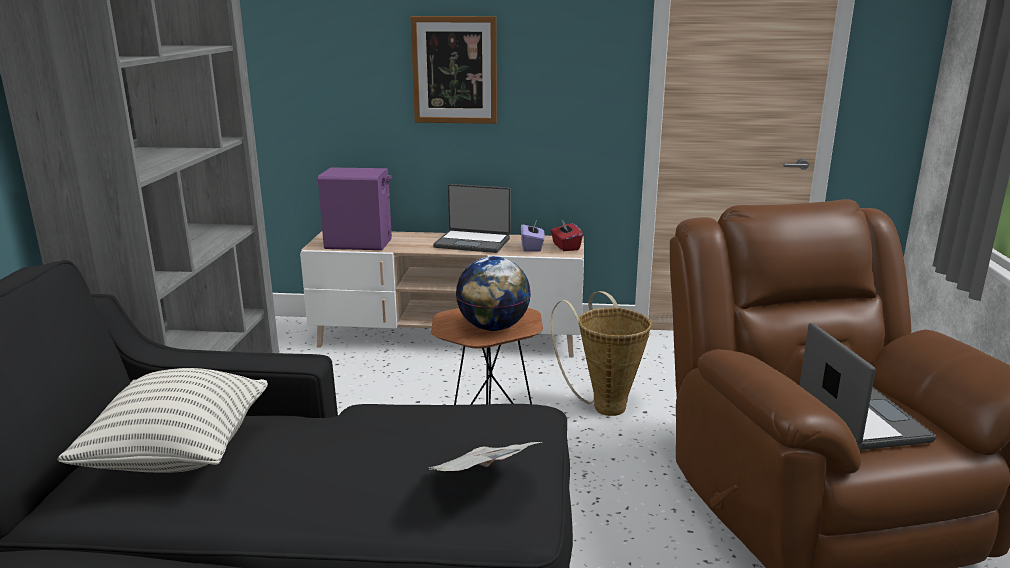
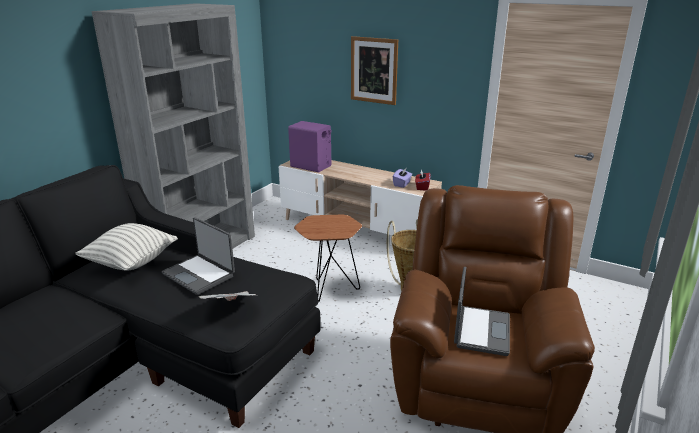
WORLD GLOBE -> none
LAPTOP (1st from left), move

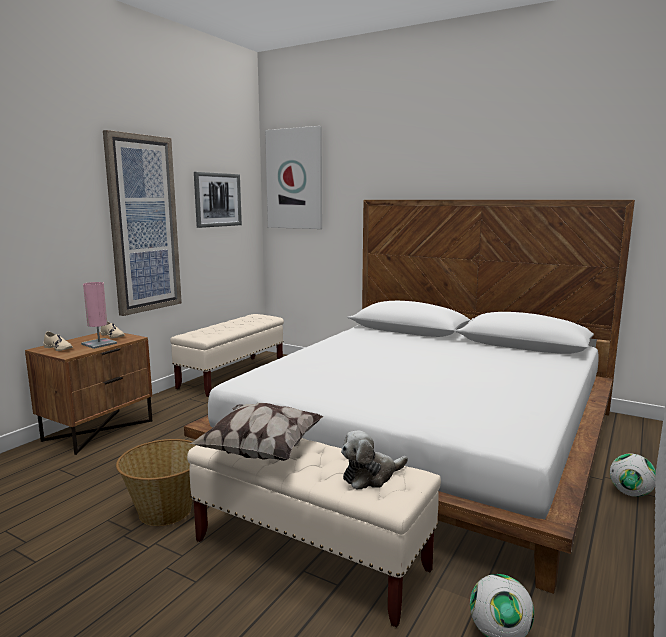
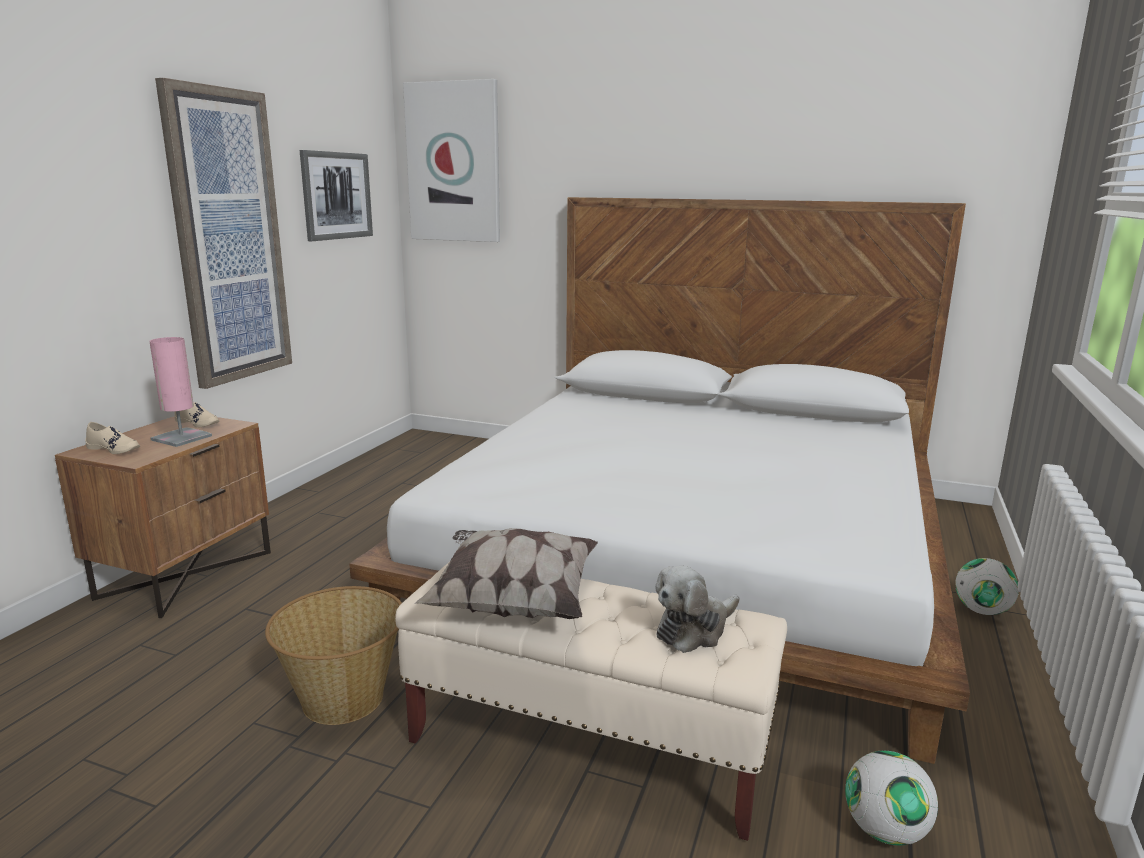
BEIGE-COLOURED INDOOR BENCH (1st from left) -> none

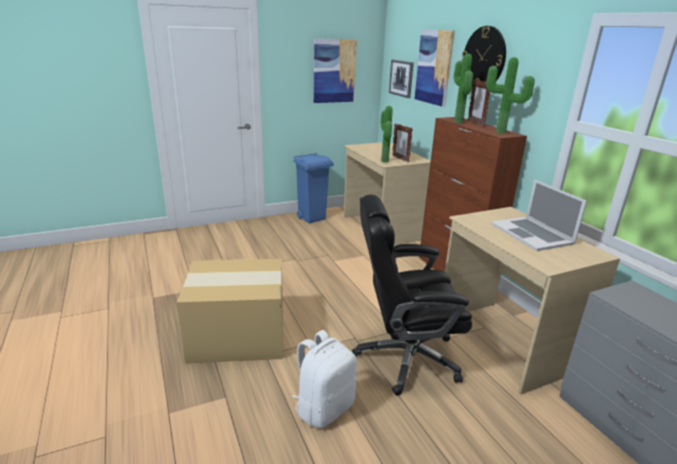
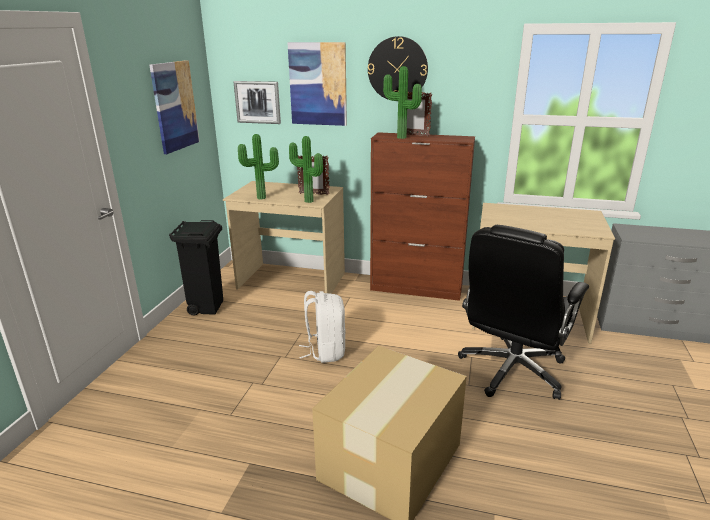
LAPTOP -> none
WHITE BACKPACK, move
POTTED PLANT (3rd from left in the first image) -> POTTED PLANT (1st from left), move
BLUE-COLOURED TRASH CAN -> BLACK-COLOURED TRASH CAN

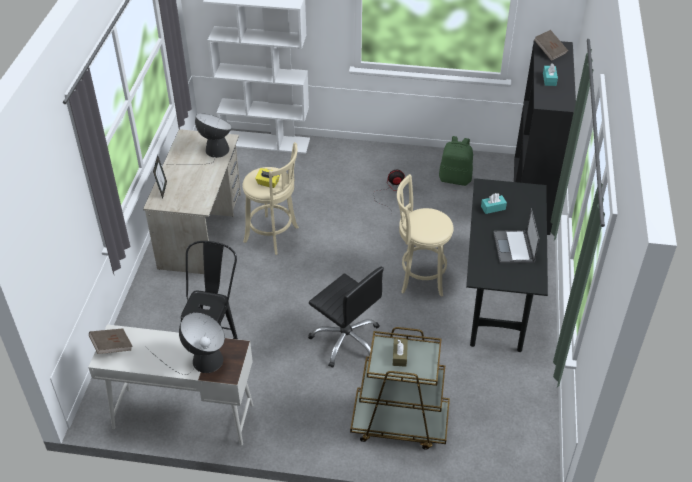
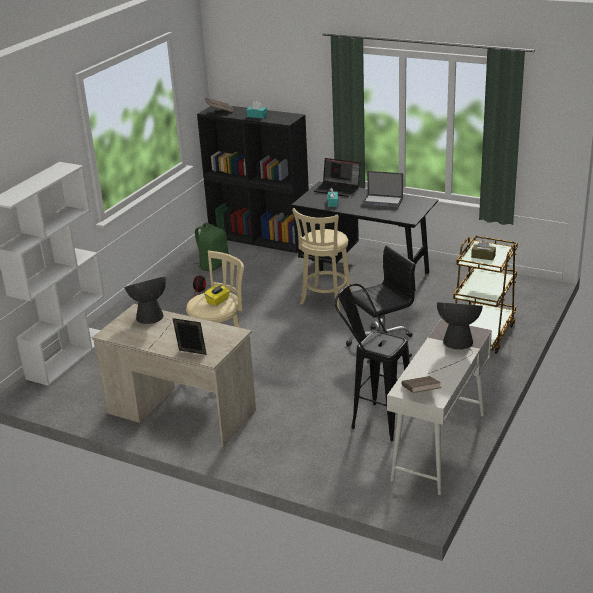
none -> LAPTOP (1st from left)

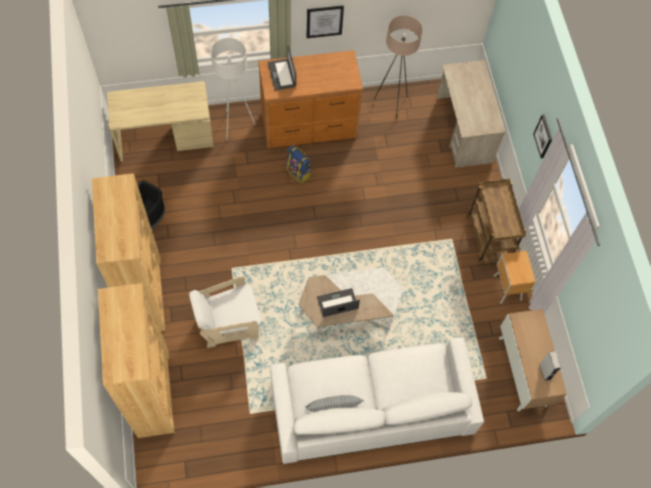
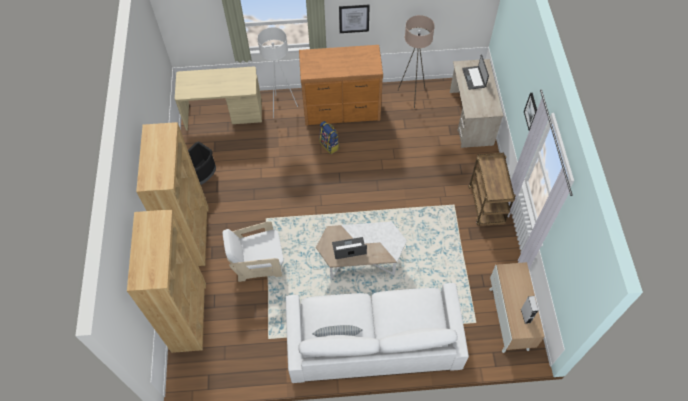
BROWN-COLOURED NIGHT TABLE -> none
LAPTOP (1st from left in the first image) -> LAPTOP (2nd from left), move

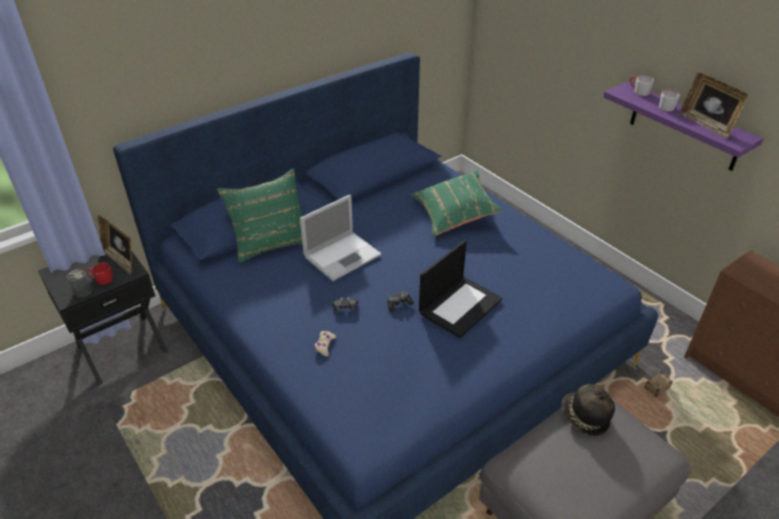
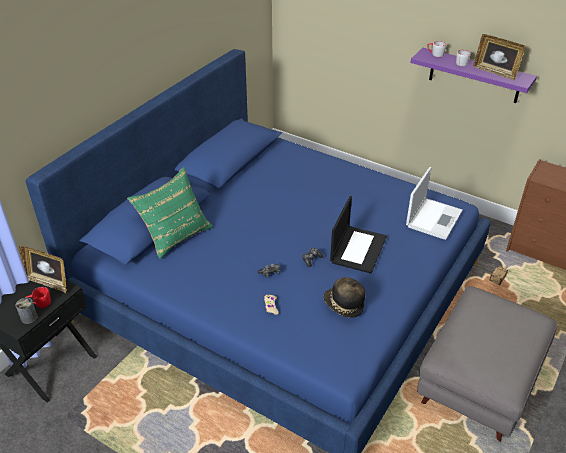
GREEN-COLOURED THROW PILLOW (2nd from left) -> none
LAPTOP (1st from left in the first image) -> LAPTOP (2nd from left), move
WEARABLE HAT, move

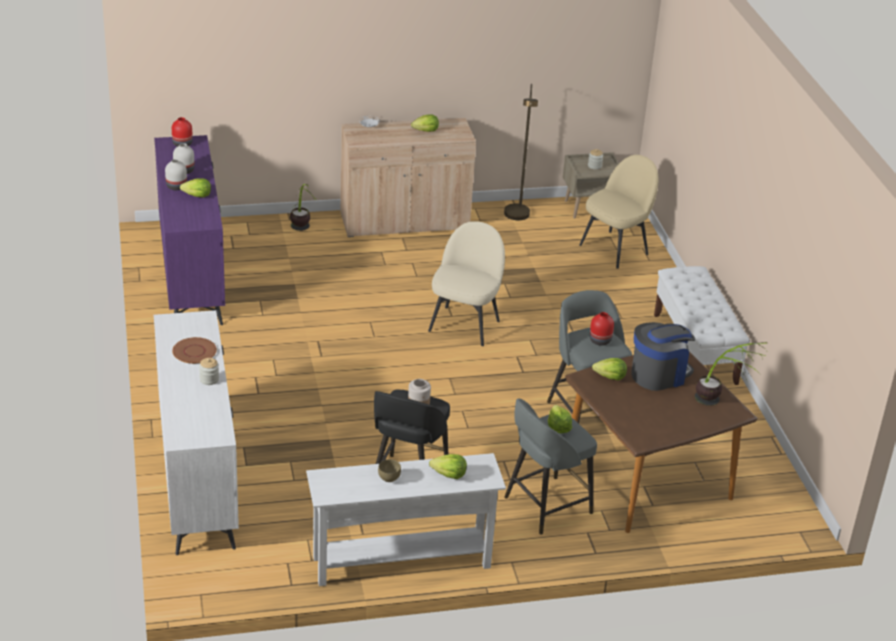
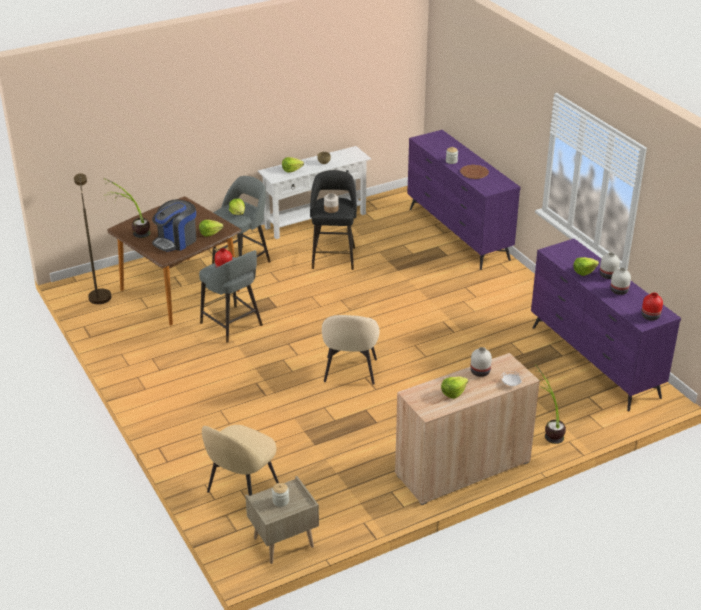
WHITE INDOOR BENCH -> none
none -> WHITE FLOWER VASE (1st from left)
BROWN-COLOURED STANDARD LAMP, move
WHITE DRAWER CHEST -> PURPLE-COLOURED DRAWER CHEST (1st from left)

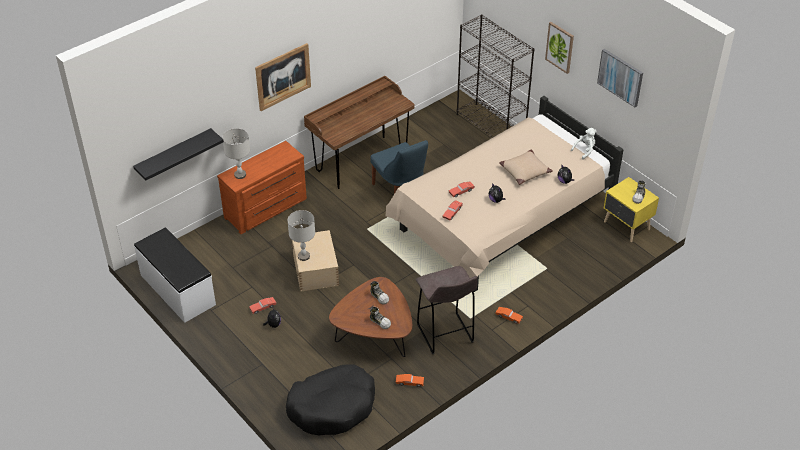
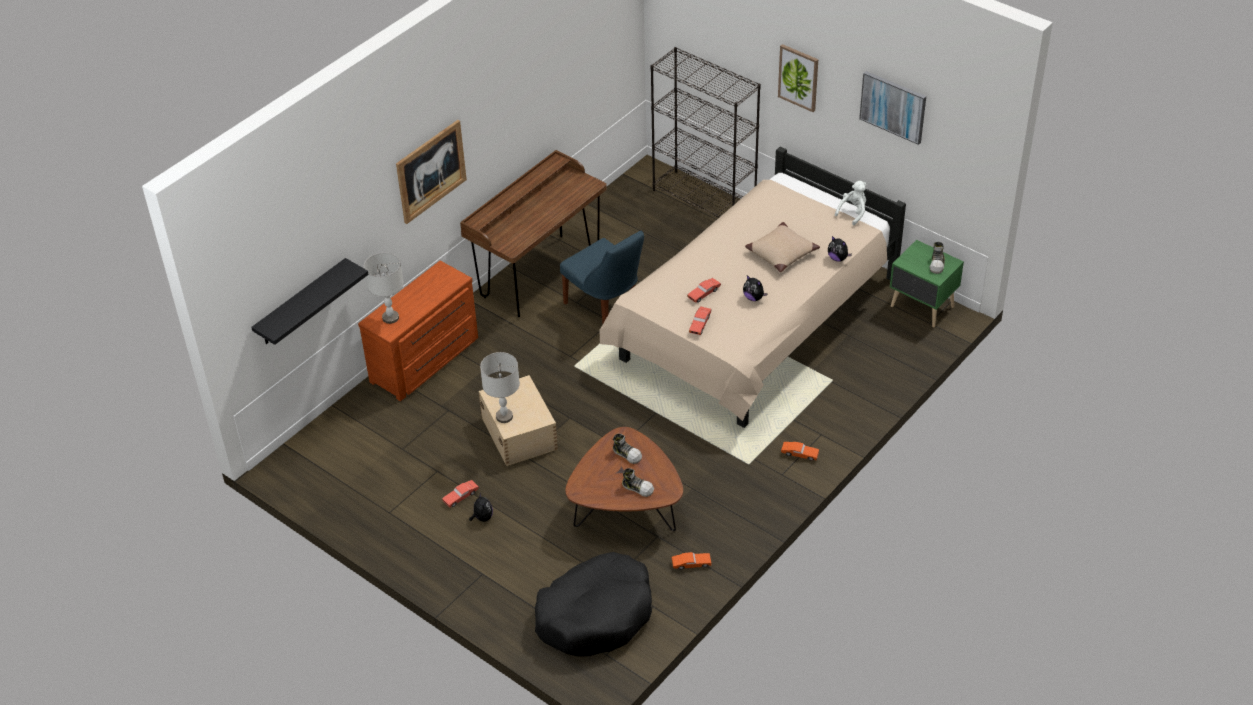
WHITE INDOOR BENCH -> none
GREY STOOL SEAT -> none
YELLOW NIGHT TABLE -> GREEN-COLOURED NIGHT TABLE

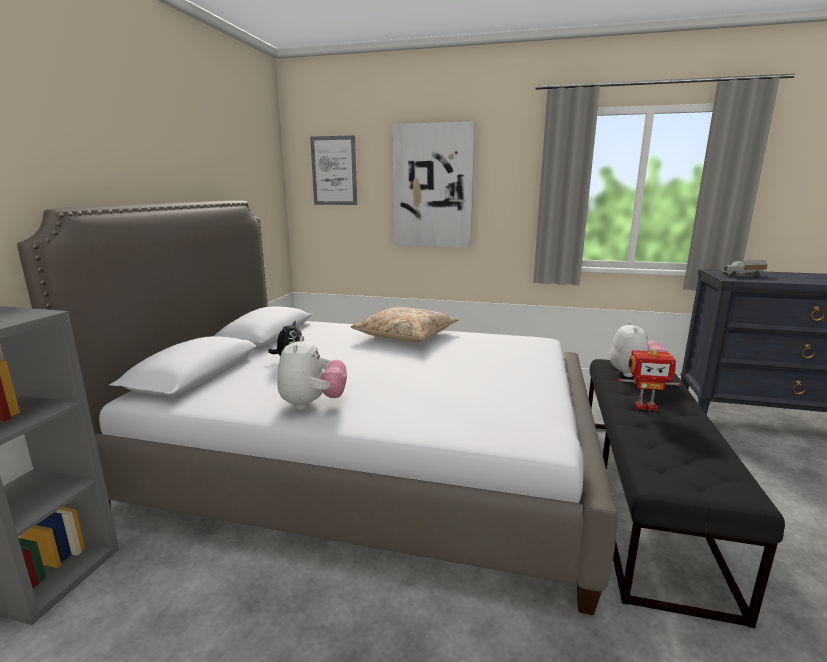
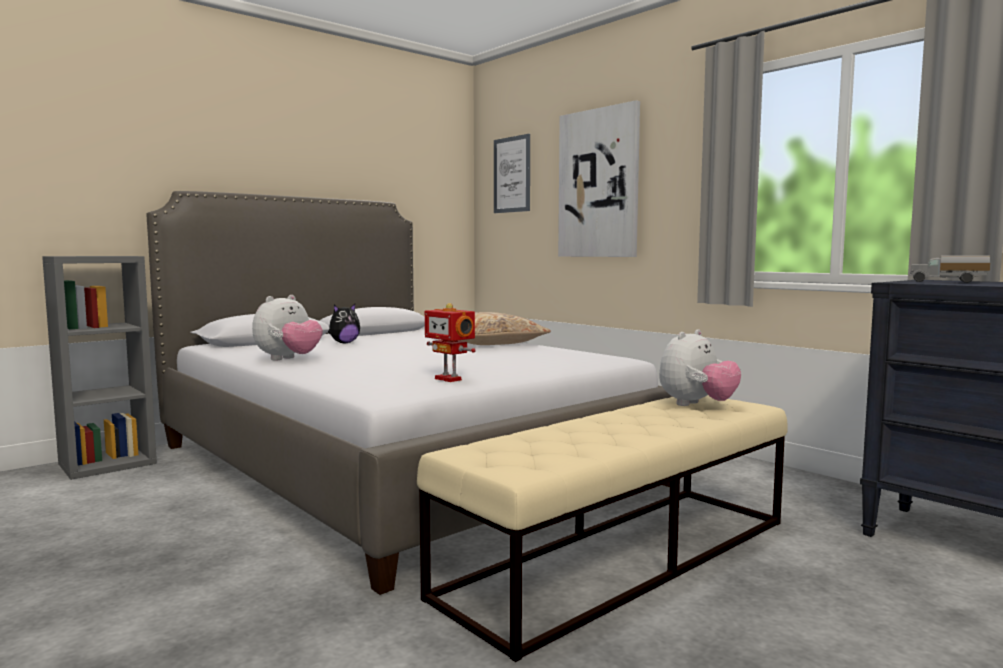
TOY ROBOT, move
BLACK-COLOURED INDOOR BENCH -> BEIGE-COLOURED INDOOR BENCH

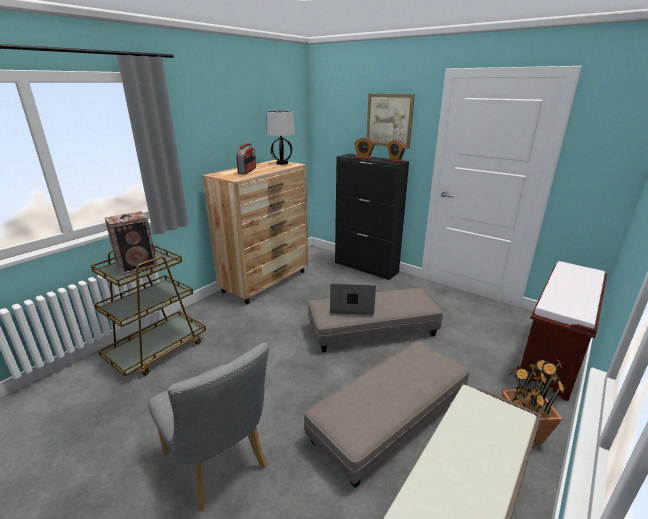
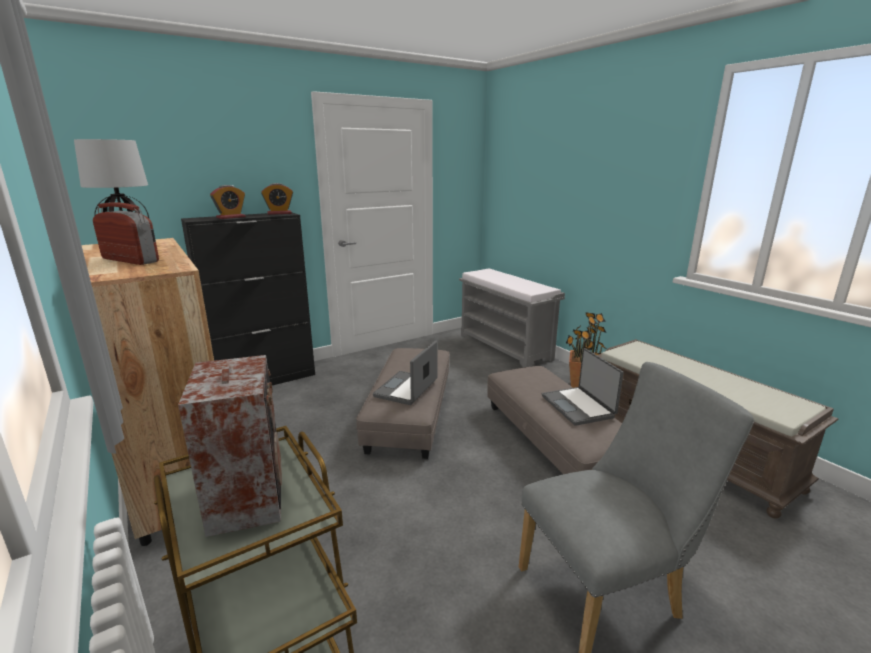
WALL ART -> none
none -> LAPTOP (2nd from left)
BROWN-COLOURED INDOOR BENCH (2nd from left) -> GREY INDOOR BENCH

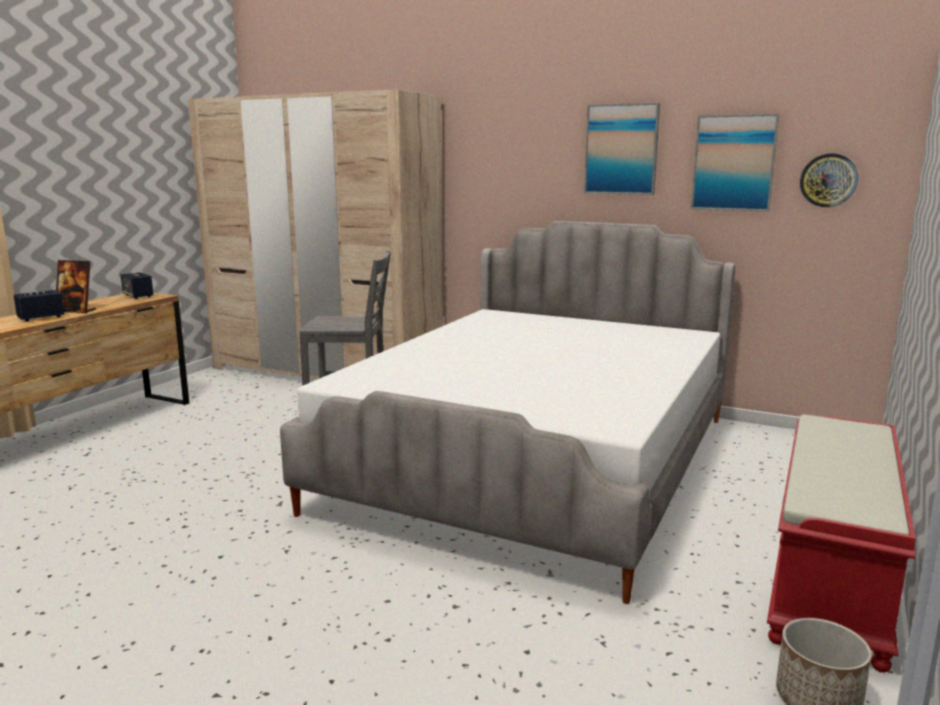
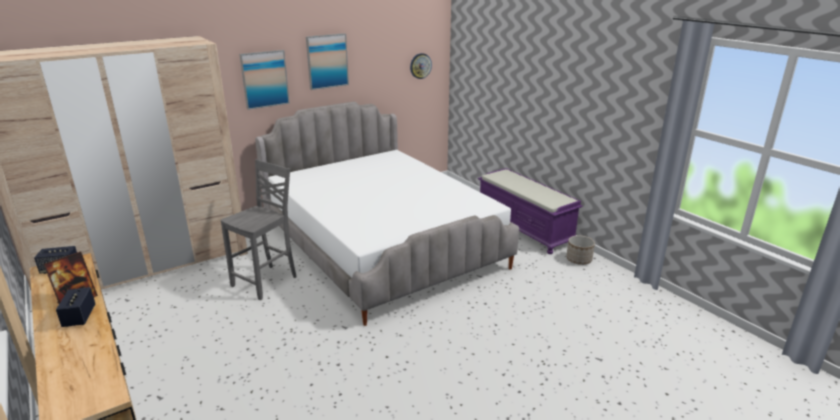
WALL ART (2nd from left in the first image) -> WALL ART (1st from left), move
REDDISH INDOOR BENCH -> PURPLE-COLOURED INDOOR BENCH

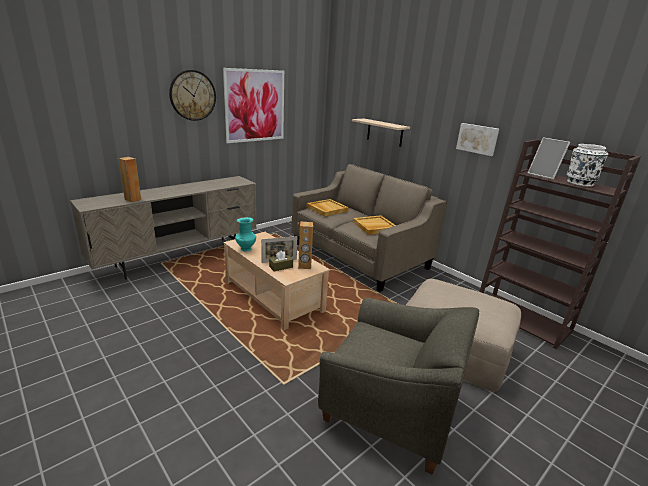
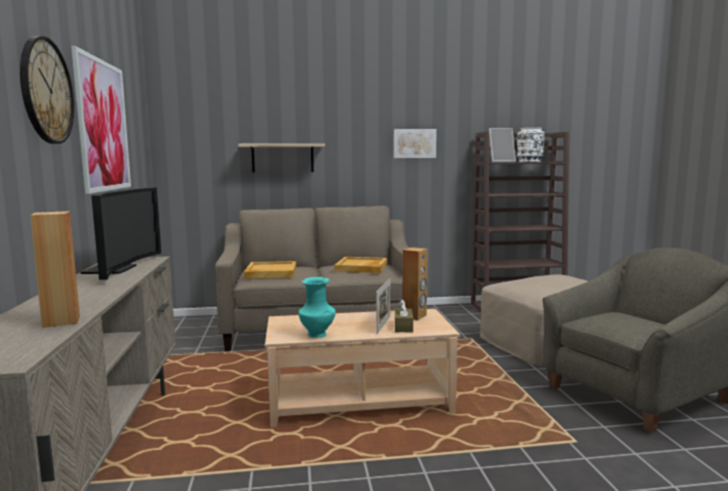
none -> TV SET

